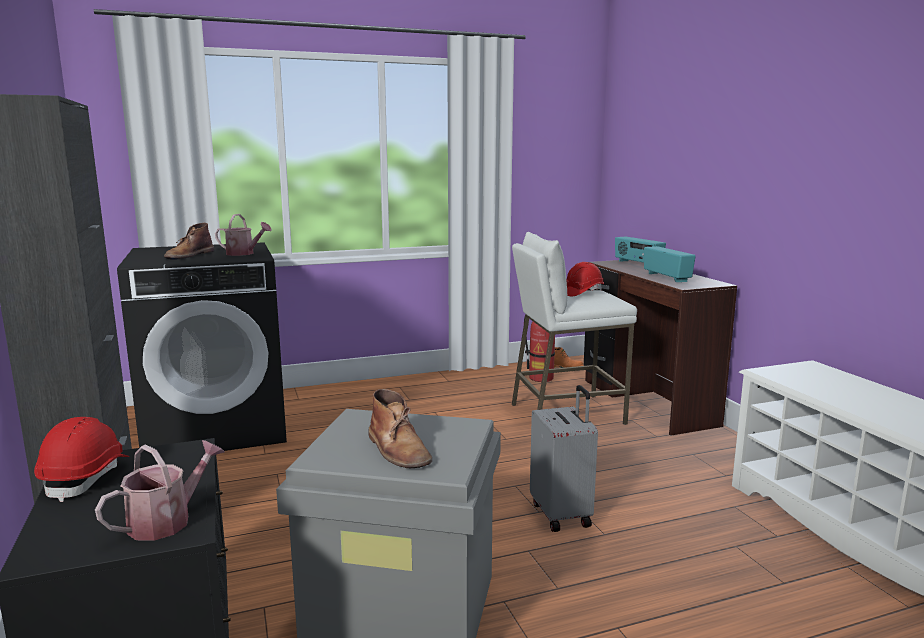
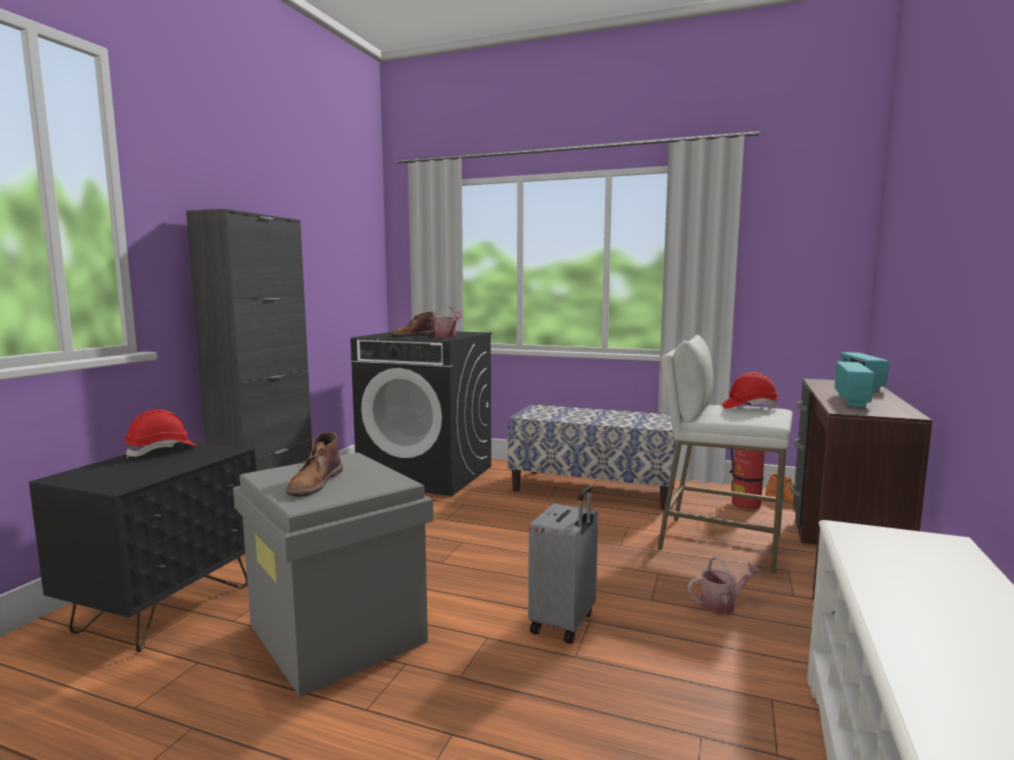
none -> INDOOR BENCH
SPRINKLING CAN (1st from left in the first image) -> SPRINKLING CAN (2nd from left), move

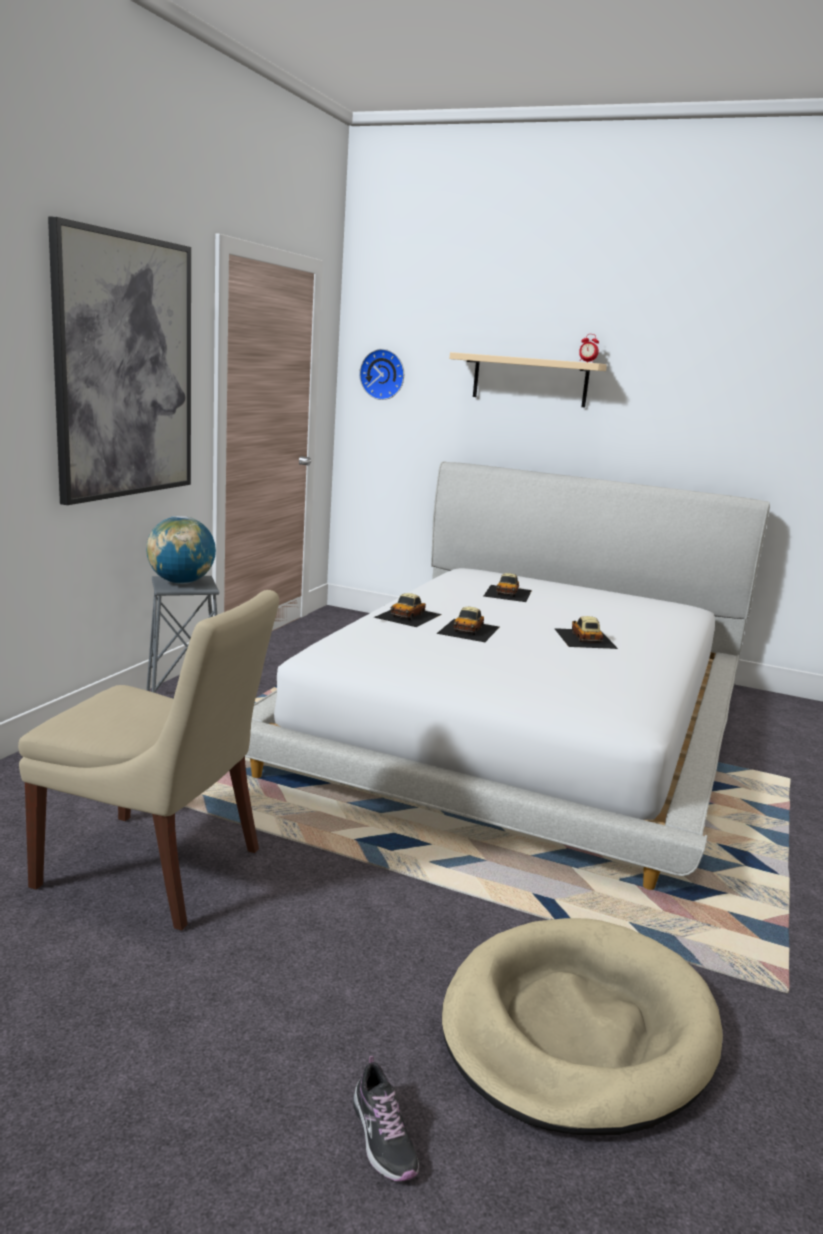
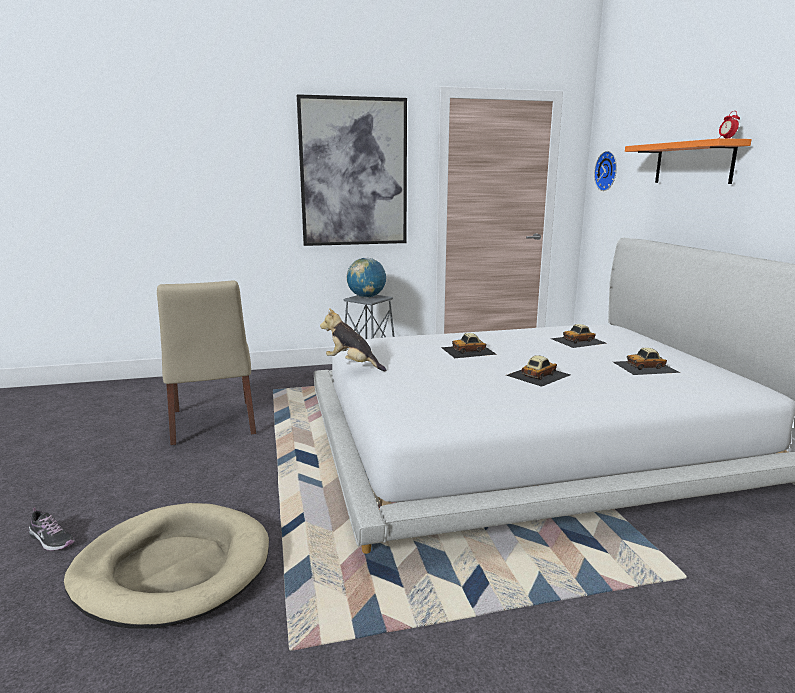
none -> CUDDLY TOY
MINIATURE CAR (1st from left in the first image) -> MINIATURE CAR (4th from left), move
BEIGE-COLOURED SHELF -> ORANGE SHELF
LOW SHOE, 90 degrees counterclockwise

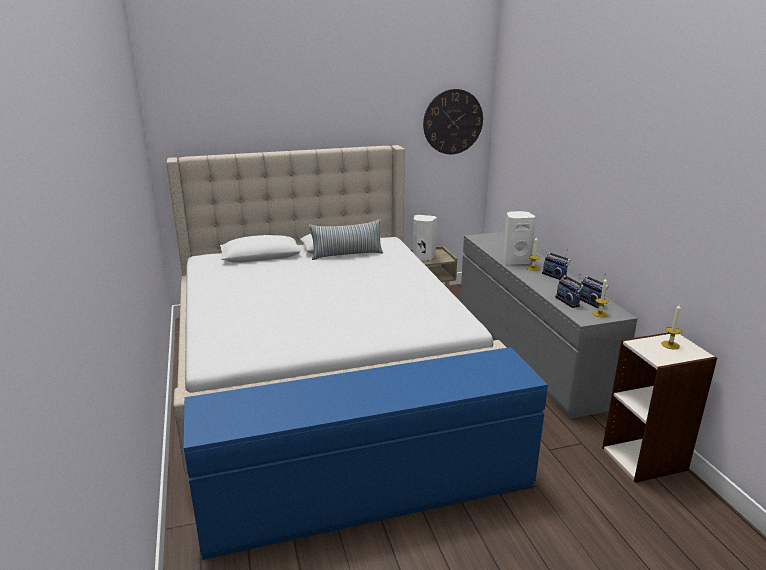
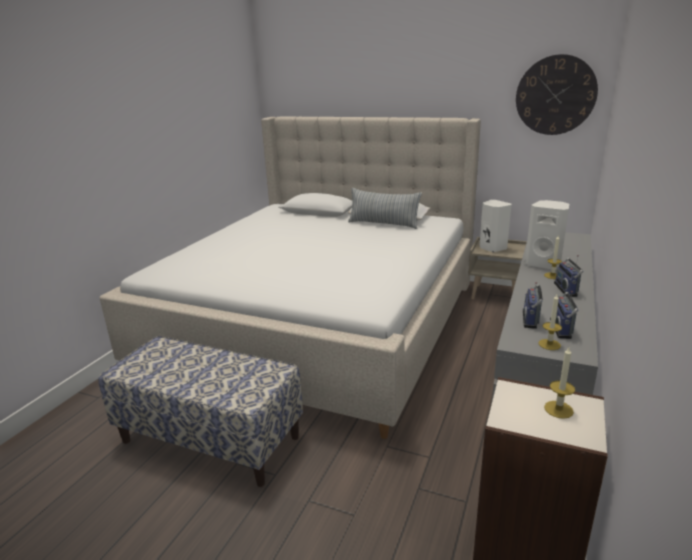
BLUE-COLOURED DRAWER CHEST -> INDOOR BENCH

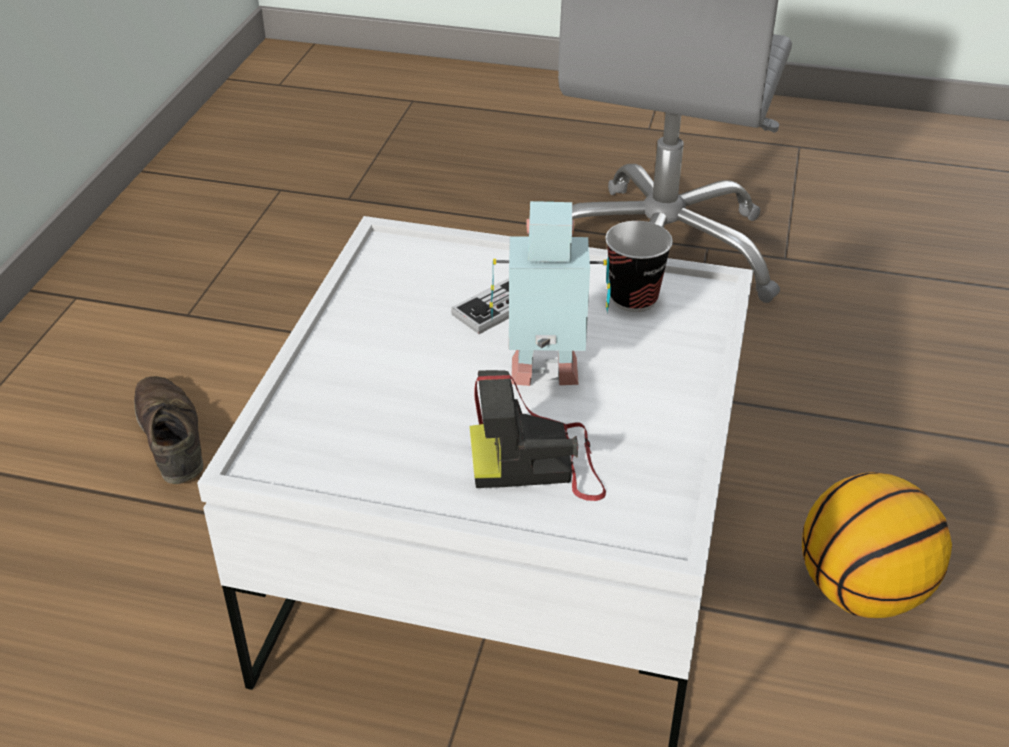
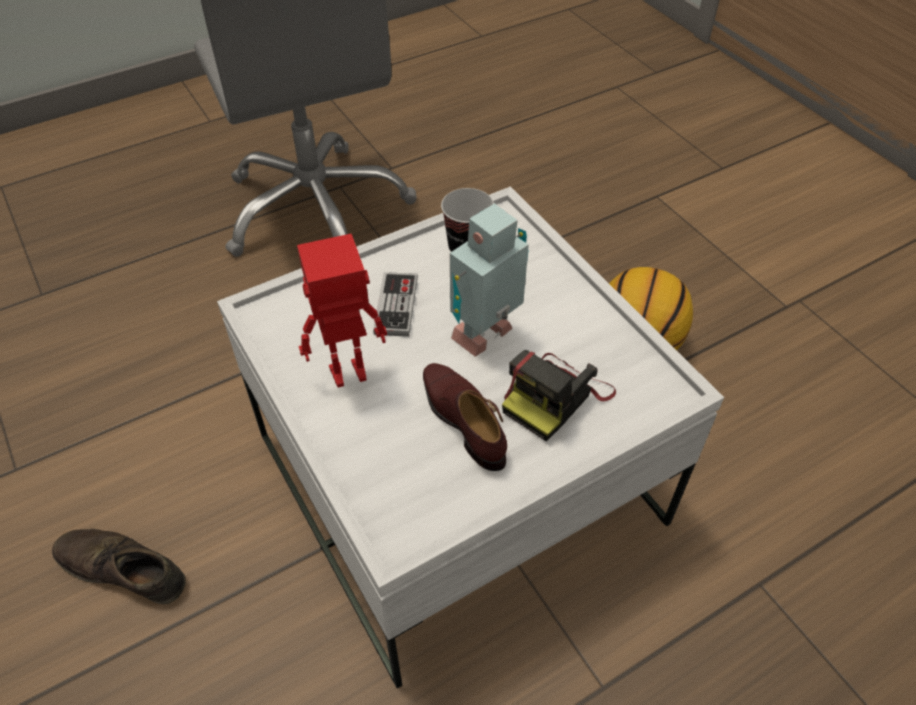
none -> TOY ROBOT (1st from left)
none -> BROWN-COLOURED LOW SHOE (2nd from left)

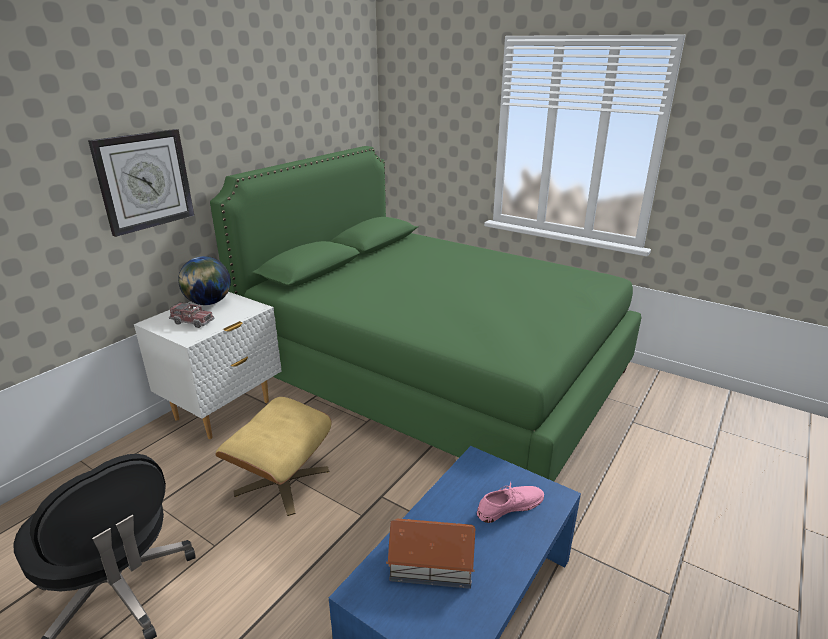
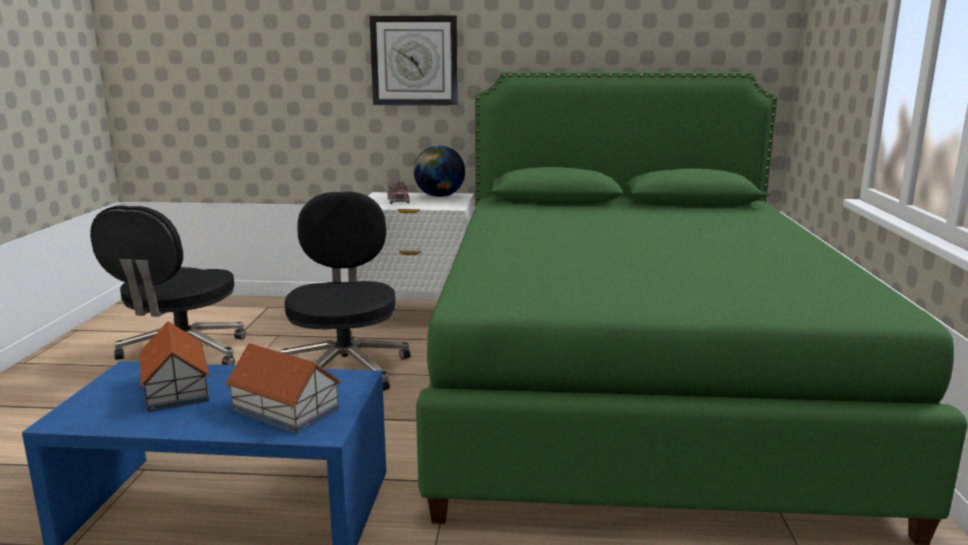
BEIGE-COLOURED POUFFE -> BLACK-COLOURED DESK CHAIR (2nd from left)
PINKISH LOW SHOE -> TOY HOUSE (2nd from left)

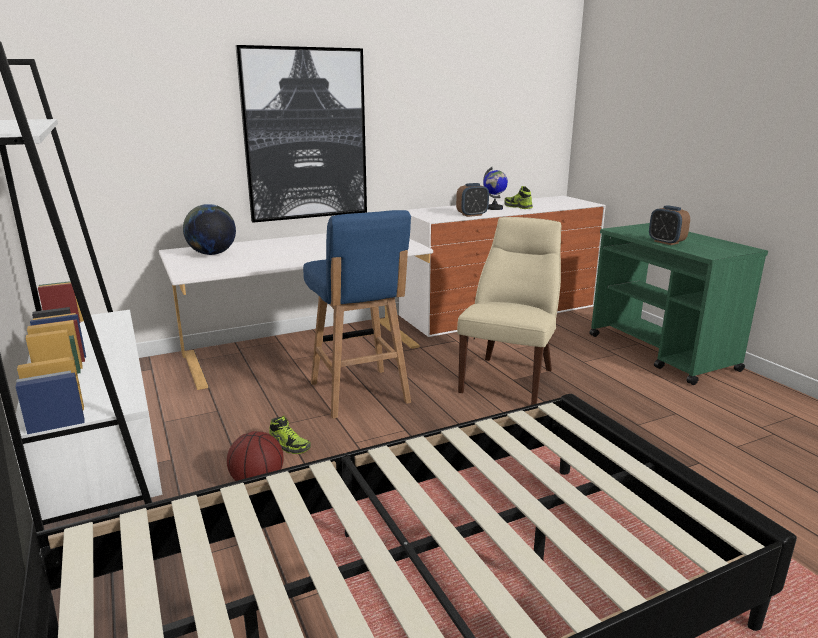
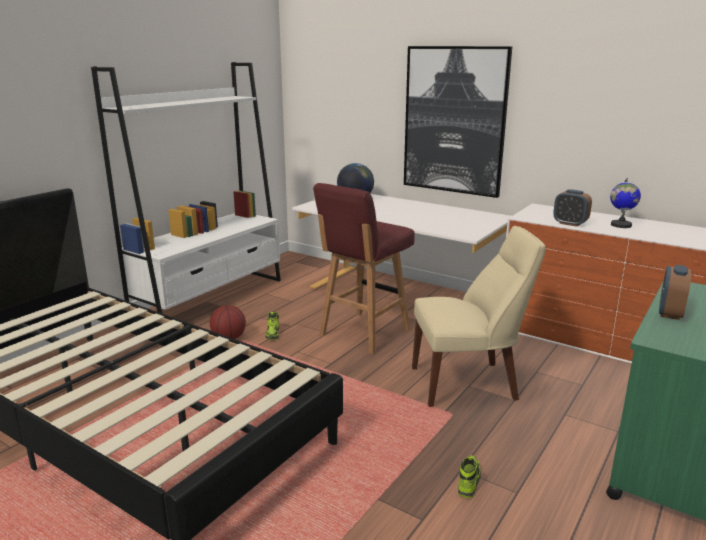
LOW SHOE (2nd from left), move
BLUE-COLOURED STOOL SEAT -> REDDISH STOOL SEAT

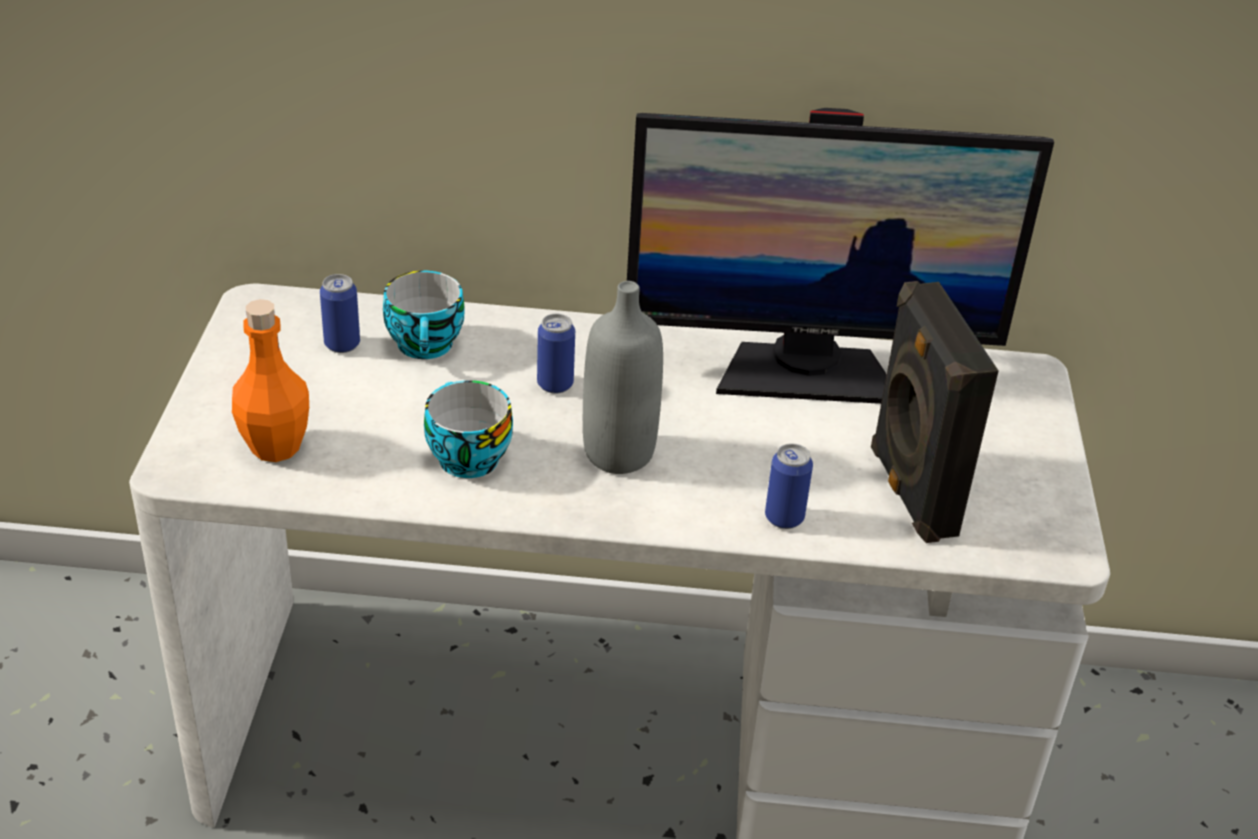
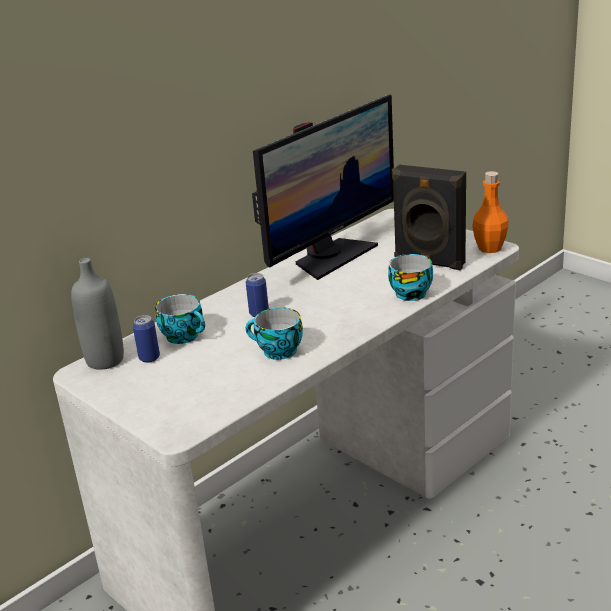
ORANGE BOTTLE, move
GREY BOTTLE, move
SEALED CAN (3rd from left) -> SMALL CUP (3rd from left)

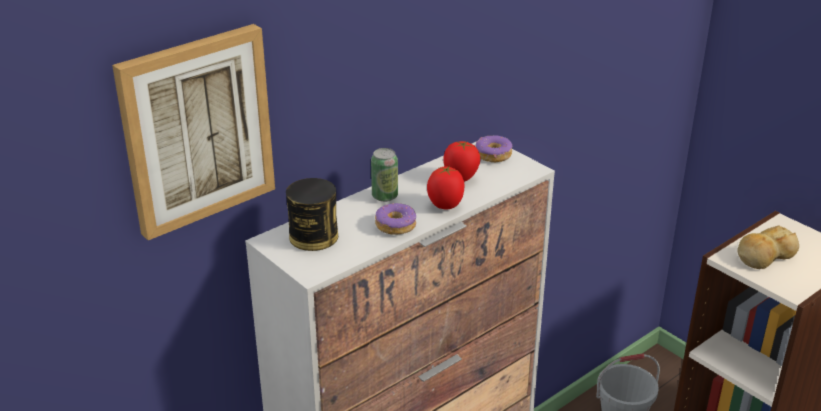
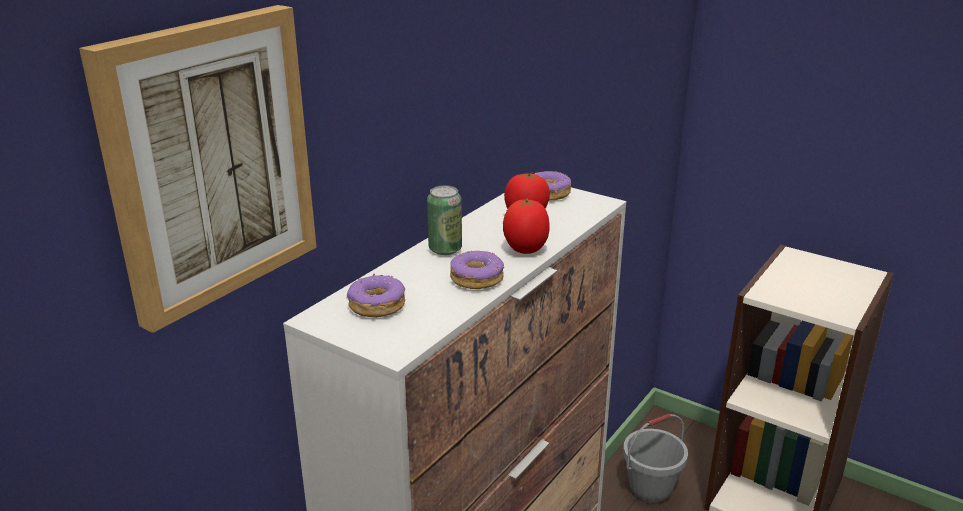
BAKED BREAD -> none
SEALED CAN (1st from left) -> DOUGHNUT (1st from left)

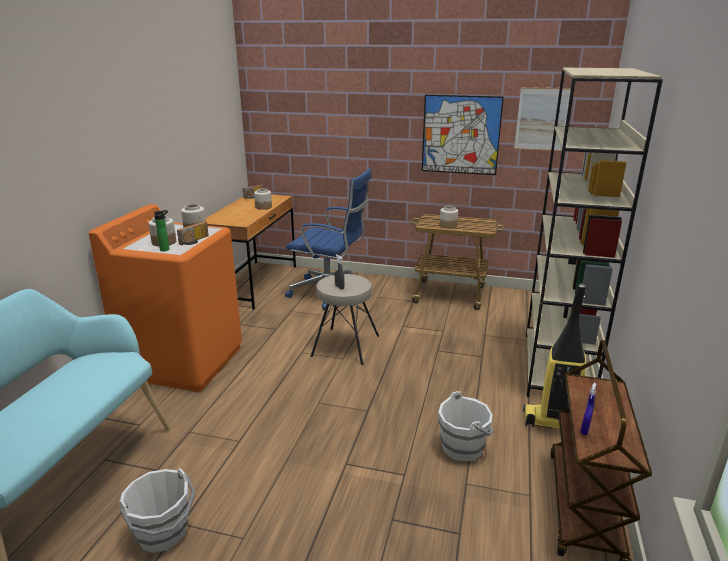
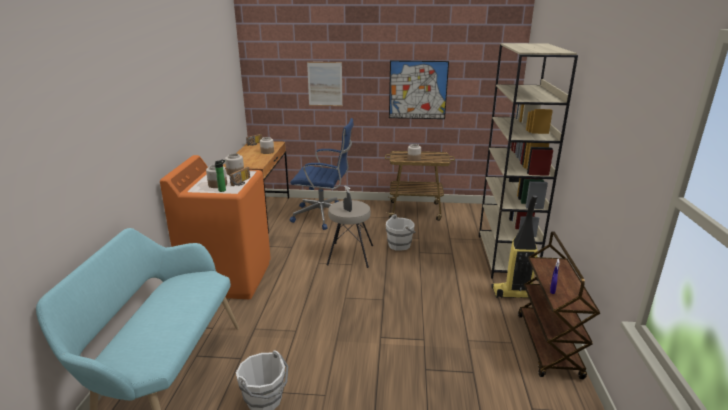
WHITE WATER BUCKET (2nd from left), move
WALL ART (2nd from left in the first image) -> WALL ART (1st from left), move

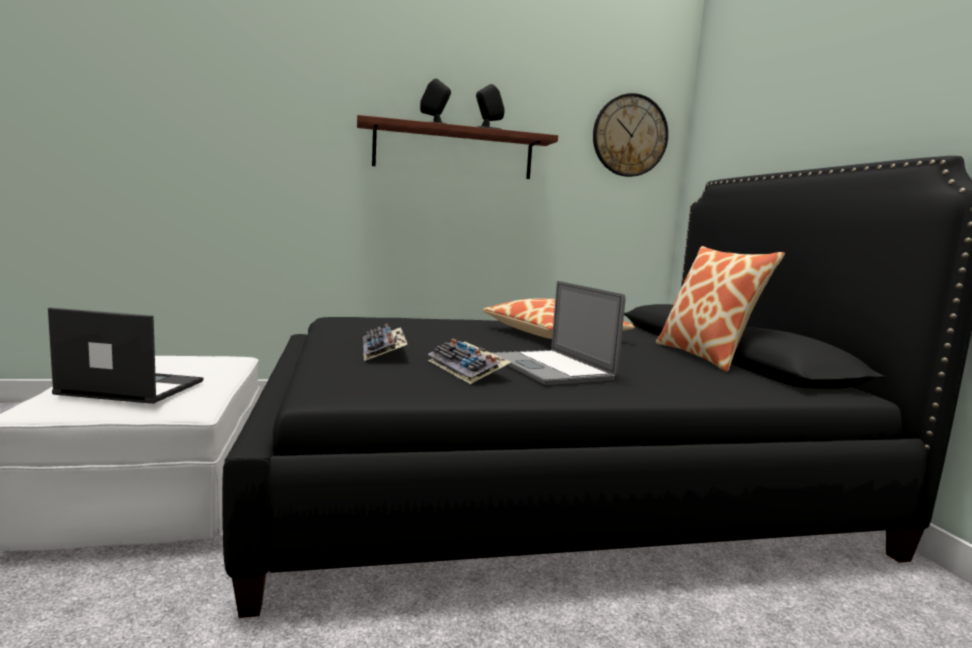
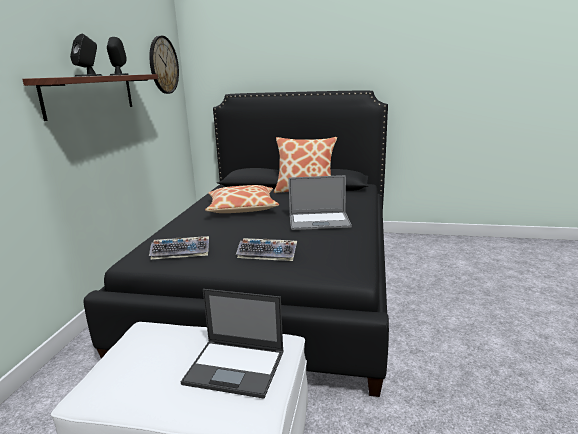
PC KEYBOARD (2nd from left in the first image) -> PC KEYBOARD (1st from left), move
LAPTOP (1st from left), 105 degrees counterclockwise

